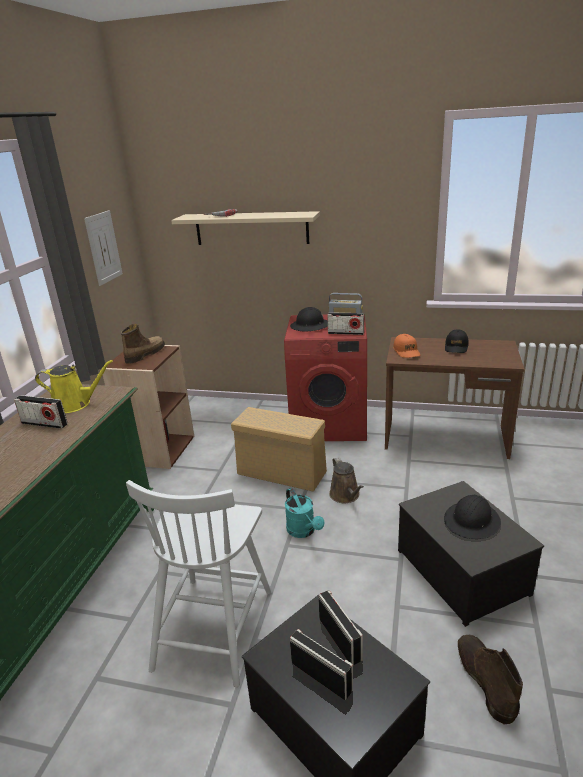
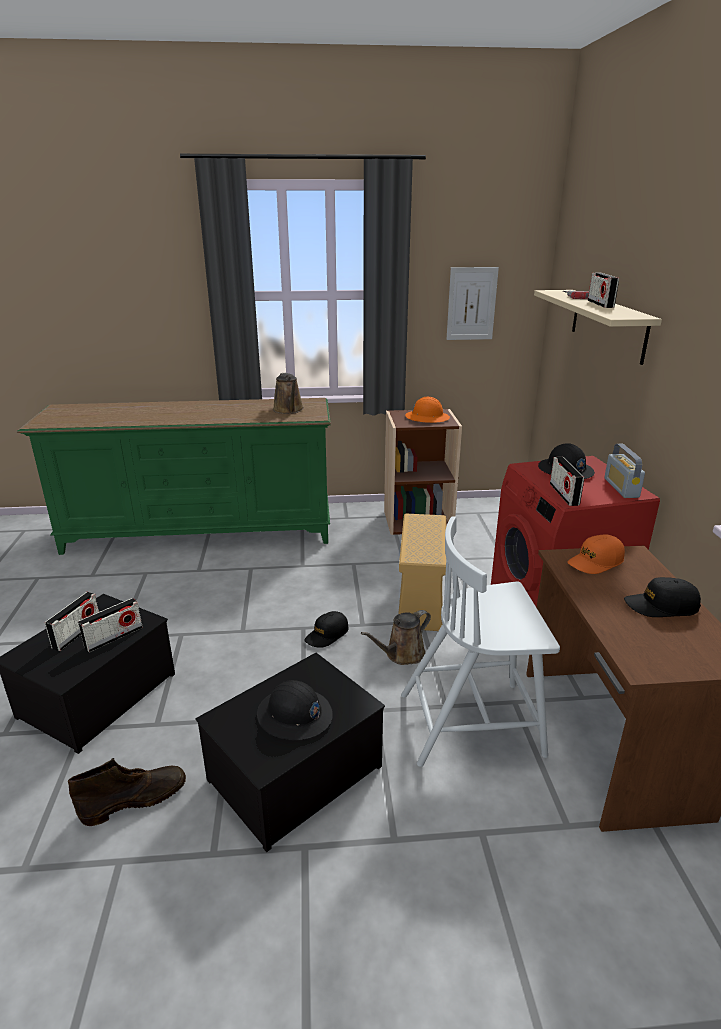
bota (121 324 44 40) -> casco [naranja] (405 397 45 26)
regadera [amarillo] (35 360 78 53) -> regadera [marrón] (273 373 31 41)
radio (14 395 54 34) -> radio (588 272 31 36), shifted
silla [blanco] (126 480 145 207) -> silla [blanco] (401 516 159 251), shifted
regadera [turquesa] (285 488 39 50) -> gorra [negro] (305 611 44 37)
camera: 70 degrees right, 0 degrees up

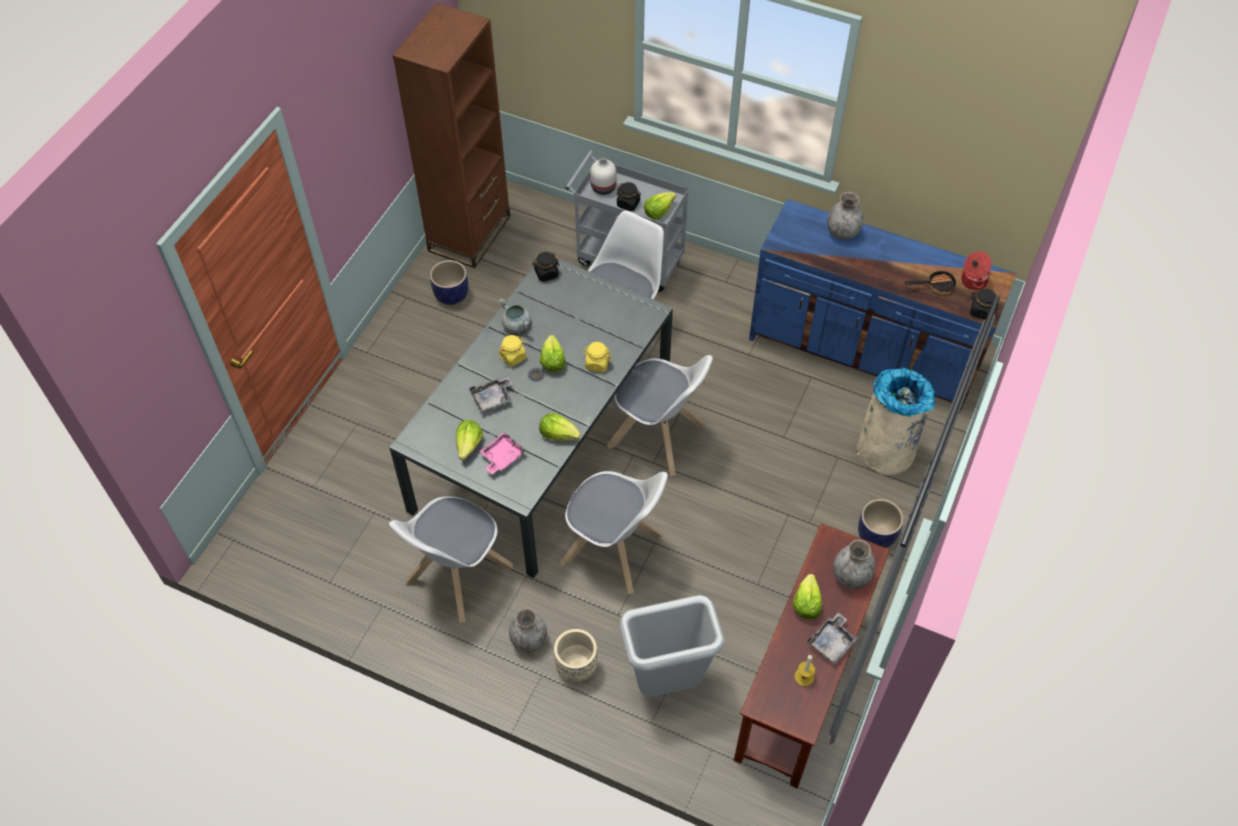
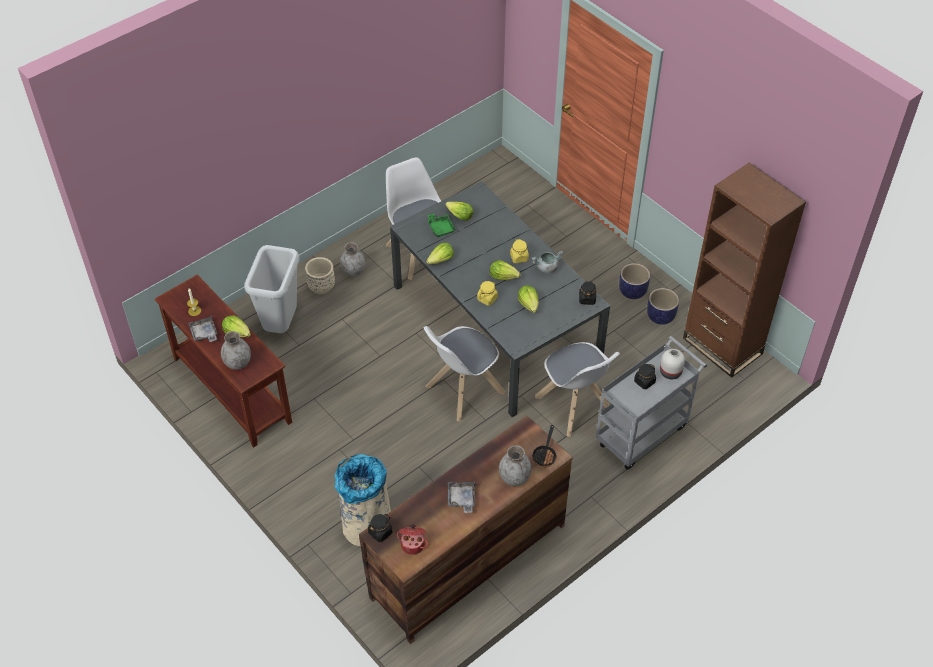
lechuga (644 192 32 28) -> lechuga (518 286 21 27), shifted
armario [azul] (749 199 268 215) -> armario [marrón] (359 415 214 229)
sartén (905 269 51 26) -> sartén (532 425 25 42), shifted
bandeja [gris] (470 377 42 35) -> bandeja [gris] (448 481 27 32), shifted
bandeja [rosa] (479 432 46 42) -> bandeja [verde] (427 214 29 23)
silla (560 471 108 123) -> none
maceta (858 499 46 49) -> maceta (619 263 31 36), shifted
camera: 115 degrees right, 5 degrees down

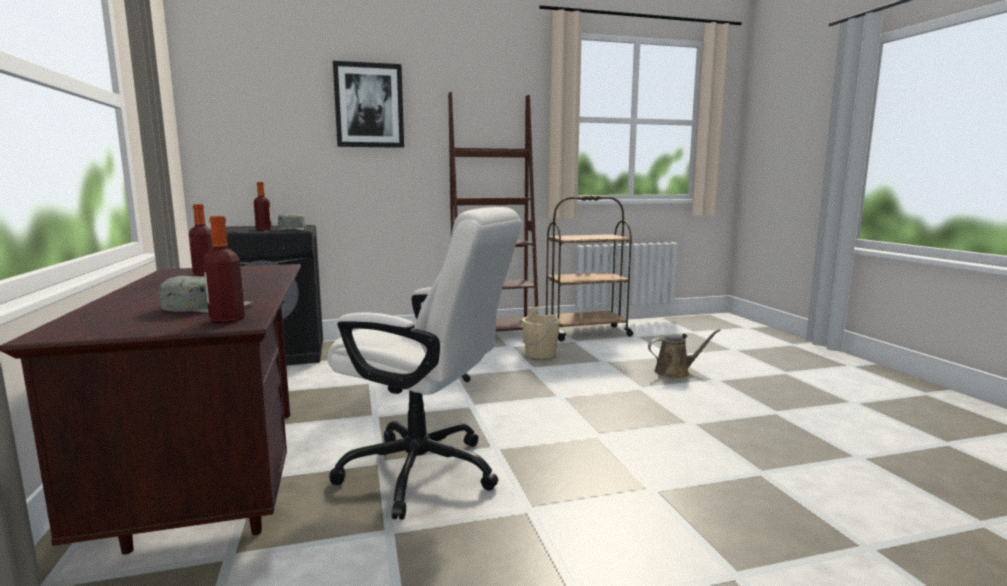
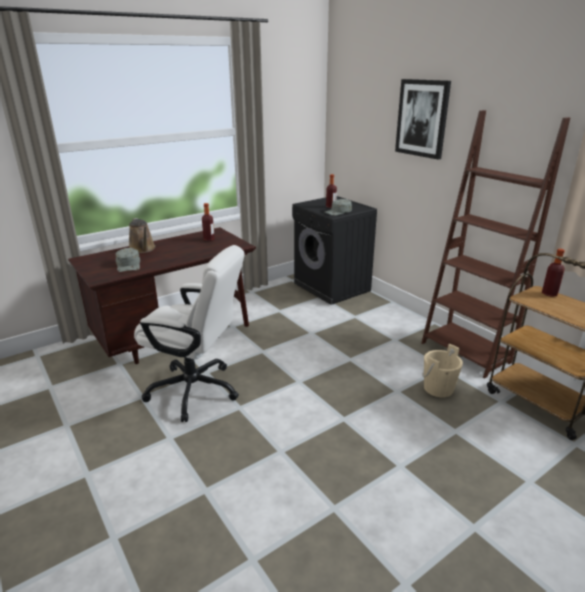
silla de oficina [blanco] (327 207 194 313) -> silla de oficina [blanco] (134 245 111 177), 75 degrees counterclockwise
botella (203 216 42 107) -> botella (542 249 23 48), shifted
regadera [marrón] (648 329 73 49) -> regadera [marrón] (129 218 27 35), shifted
camera: 70 degrees right, 15 degrees up

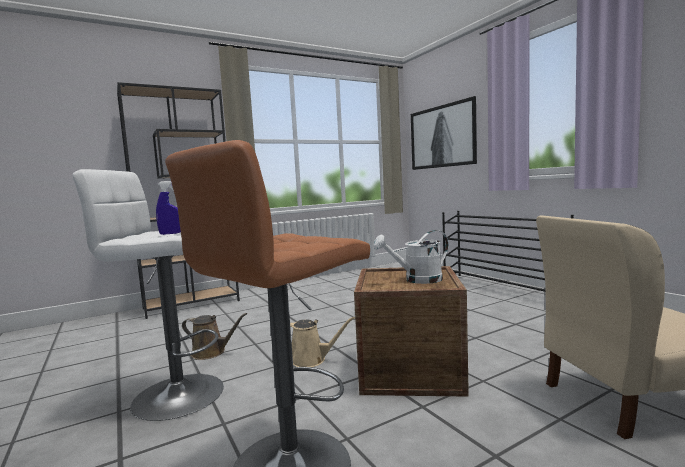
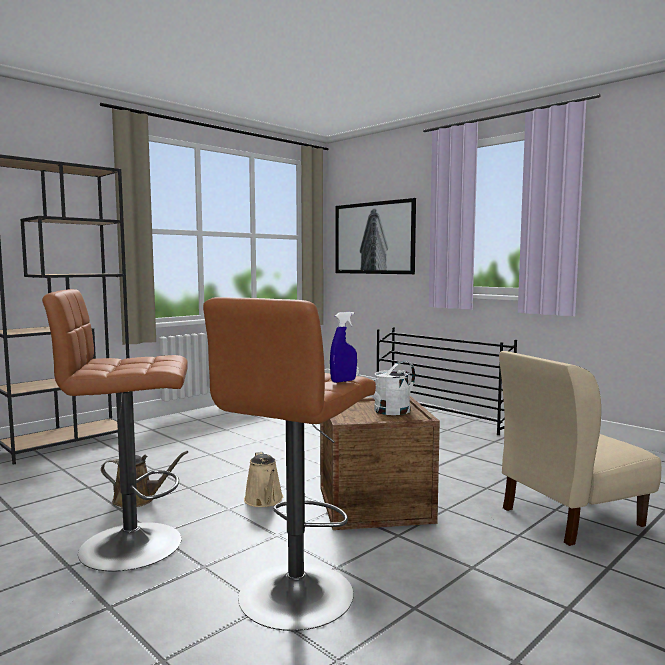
taburete [blanco] (72 169 152 252) -> taburete [marrón] (42 289 146 282)
pulverizador [azul] (156 181 25 54) -> pulverizador [azul] (330 312 27 71), shifted
regadera [beis] (290 317 65 50) -> regadera [beis] (244 452 39 55), 75 degrees clockwise
camera: 15 degrees left, 0 degrees up

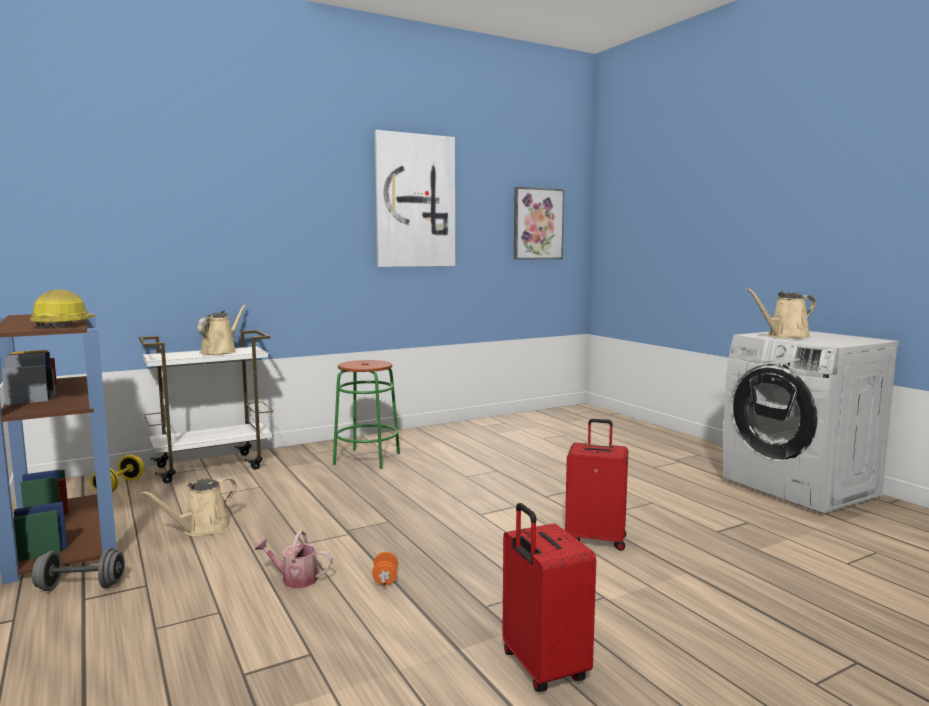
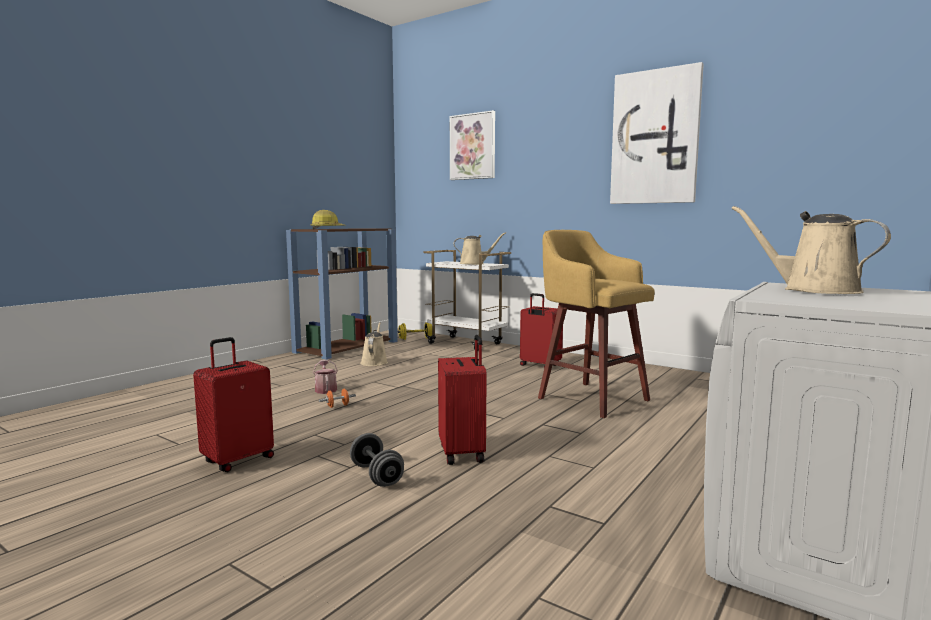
cuadro (514 187 50 73) -> cuadro (450 110 45 70), shifted
taburete [verde] (333 360 67 109) -> maleta [rojo] (520 293 43 75)
regadera [beis] (141 478 96 59) -> regadera [beis] (360 322 28 44), 75 degrees clockwise
mancuerna [gris] (32 548 93 43) -> mancuerna [gris] (350 433 54 54), shifted
none -> taburete [amarillo] (538 230 117 188)
camera: 65 degrees right, 0 degrees up

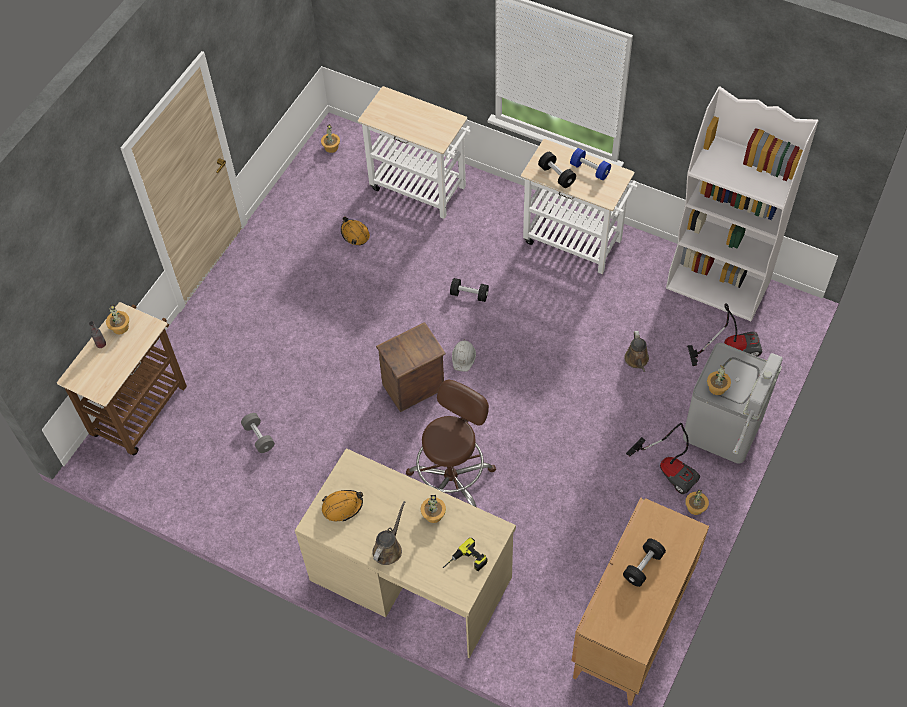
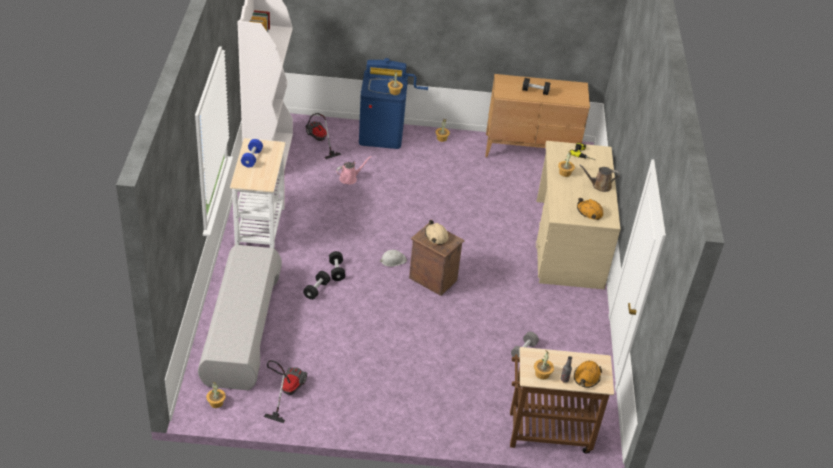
carrito [blanco] (358 86 113 133) -> banco [gris] (198 245 84 145)
mancuerna [negro] (538 152 38 36) -> mancuerna [negro] (303 271 27 29), shifted
casco [naranja] (341 217 29 28) -> casco [naranja] (574 361 28 27), shifted
regadera [marrón] (624 331 25 41) -> regadera [rosa] (336 156 36 28)
lavadora [gris] (683 343 100 121) -> lavadora [azul] (359 58 69 91)
taburete [marrón] (406 380 90 127) -> none
aspiradora (626 423 74 72) -> aspiradora (264 360 44 63), shifted
none -> casco [beis] (425 220 23 25)
camera: 120 degrees left, 15 degrees down

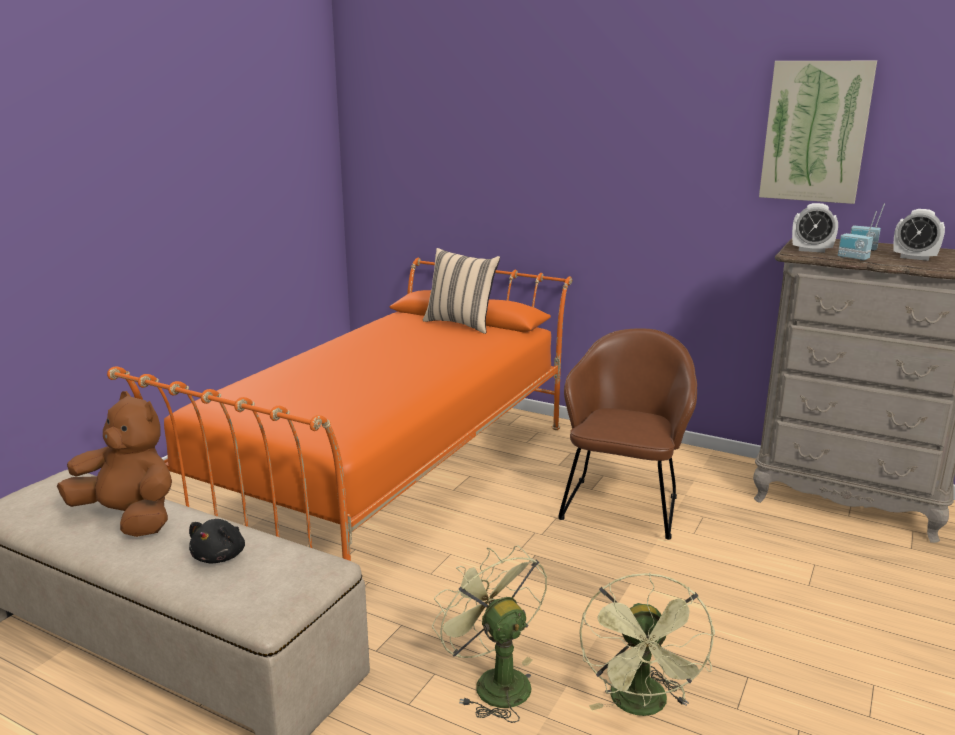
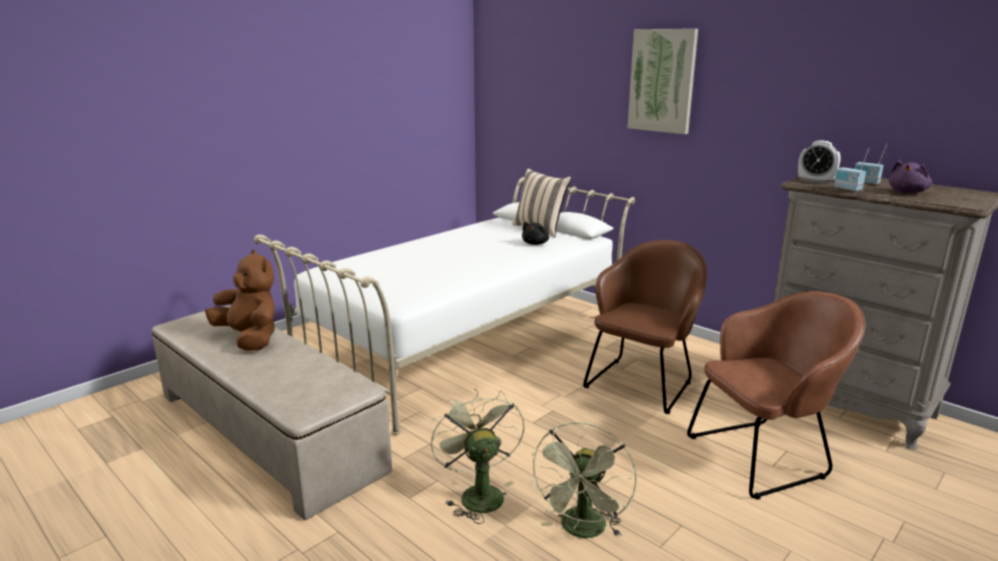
cuadro (759 61 118 143) -> cuadro (627 29 71 105), shifted
despertador (893 209 52 52) -> peluche [morado] (889 160 43 33)
cama [naranja] (107 258 466 303) -> cama [blanco] (254 177 381 258)
peluche [negro] (189 519 56 44) -> peluche [negro] (522 222 27 23), shifted
none -> sillón [marrón] (687 291 178 209)
camera: 15 degrees right, 0 degrees up

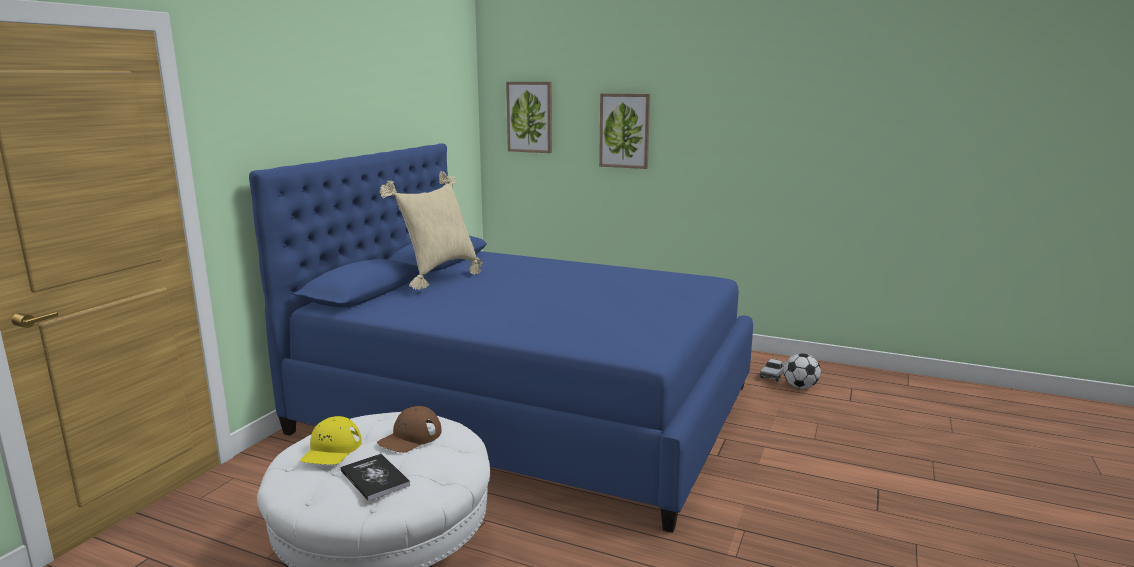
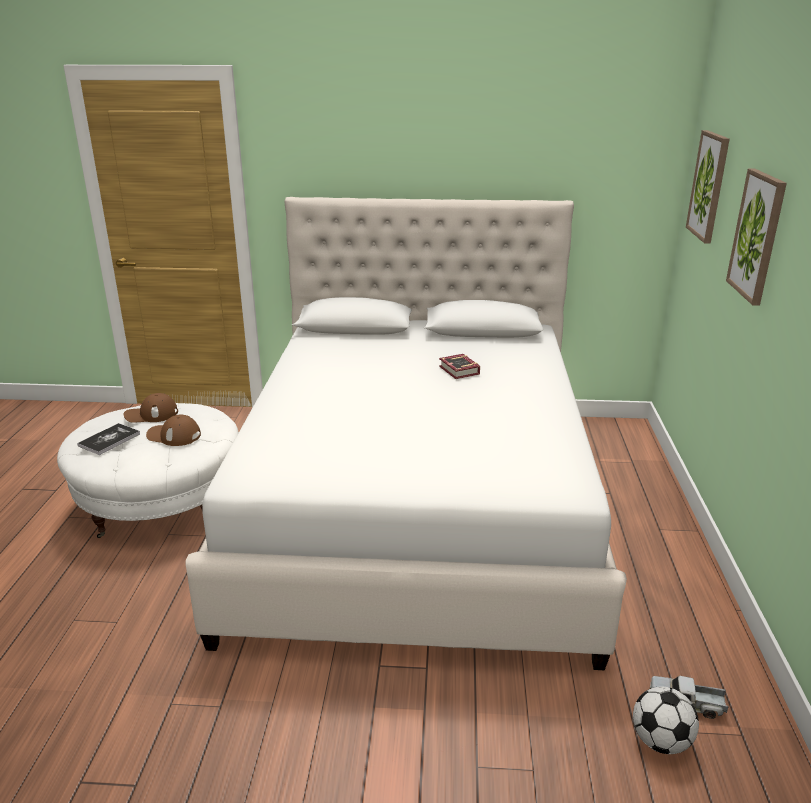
cama [azul] (249 143 504 390) -> cama [blanco] (186 197 441 473)
cojín [beis] (380 171 103 119) -> none
gorra [amarillo] (300 416 62 49) -> gorra [marrón] (124 393 54 30)
none -> libro (439 354 41 25)
camera: 70 degrees right, 10 degrees up

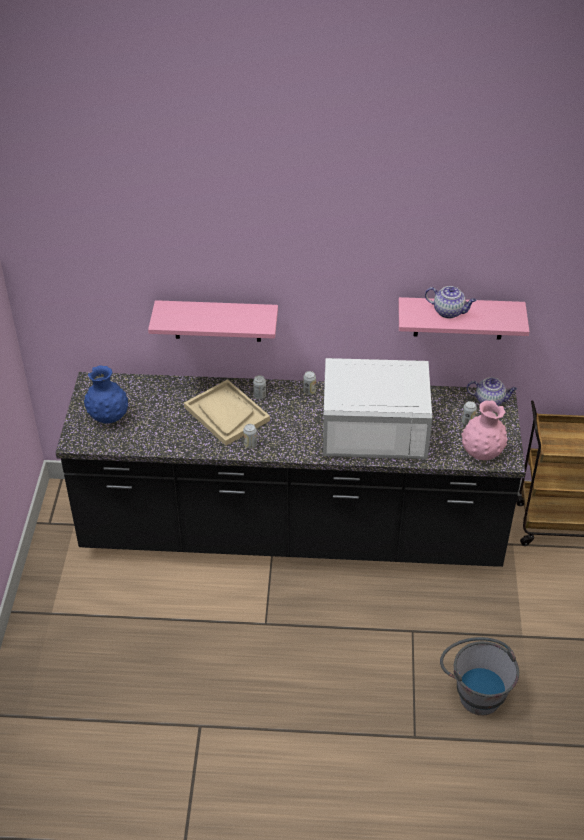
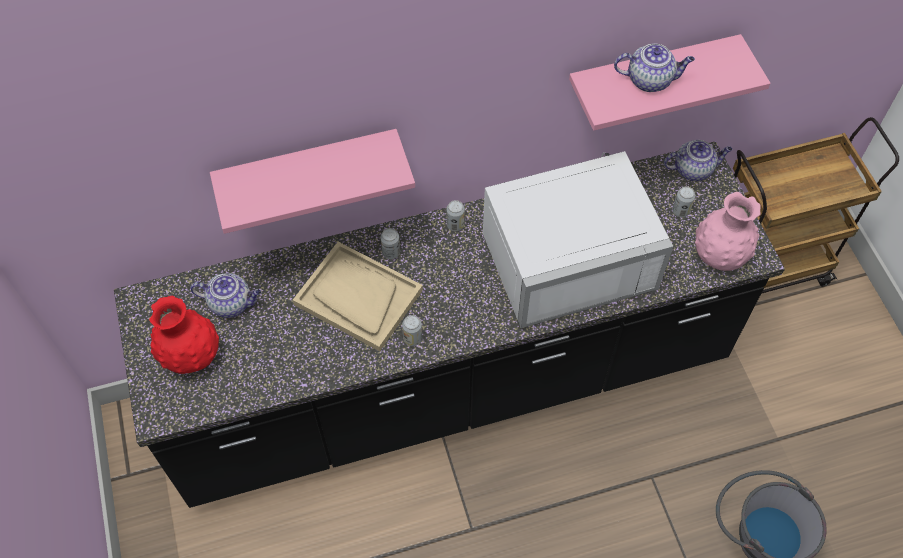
florero [azul] (84 365 44 58) -> florero [rojo] (149 296 70 78)
none -> tetera (190 273 71 45)
camera: 20 degrees left, 15 degrees up

